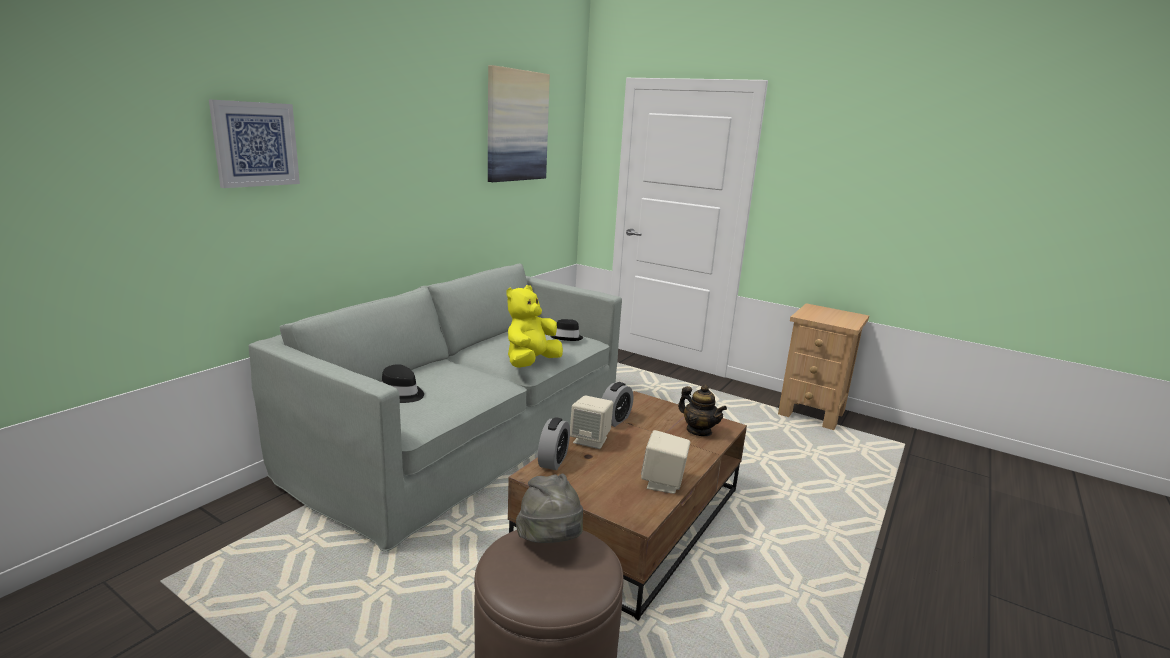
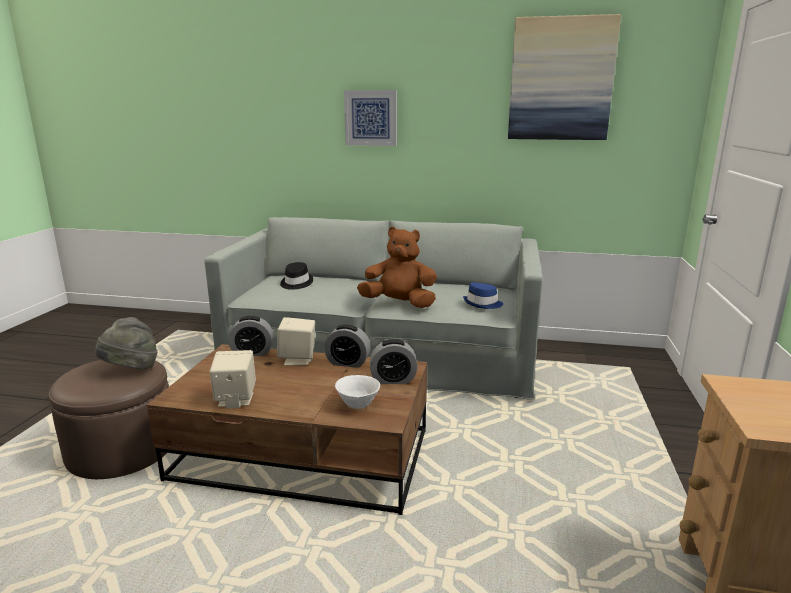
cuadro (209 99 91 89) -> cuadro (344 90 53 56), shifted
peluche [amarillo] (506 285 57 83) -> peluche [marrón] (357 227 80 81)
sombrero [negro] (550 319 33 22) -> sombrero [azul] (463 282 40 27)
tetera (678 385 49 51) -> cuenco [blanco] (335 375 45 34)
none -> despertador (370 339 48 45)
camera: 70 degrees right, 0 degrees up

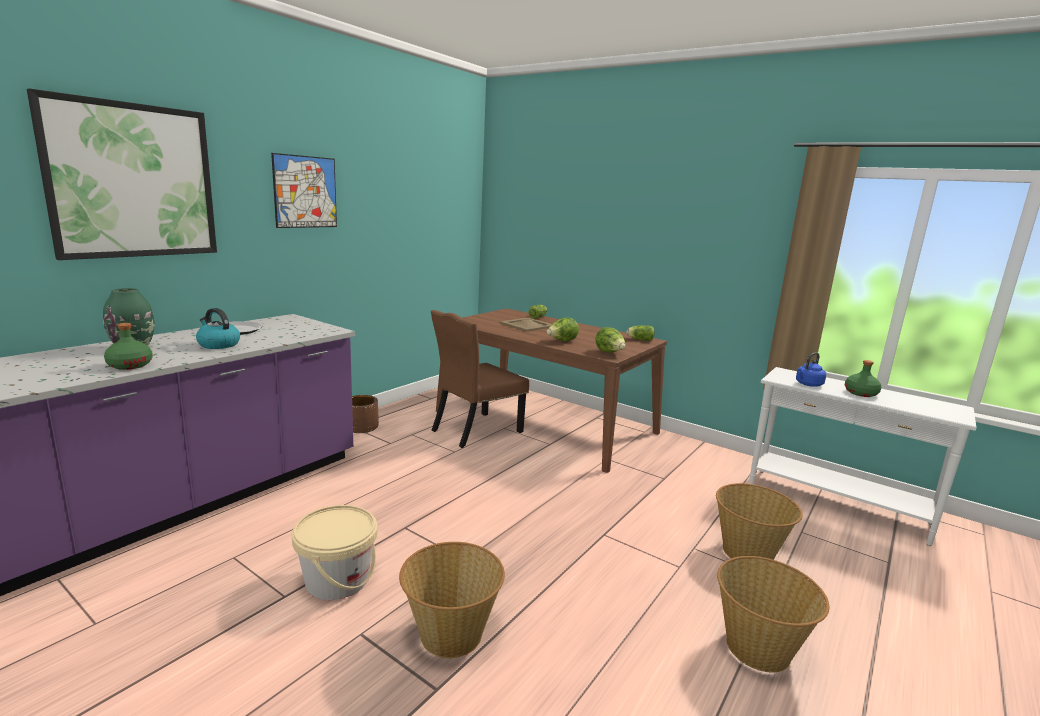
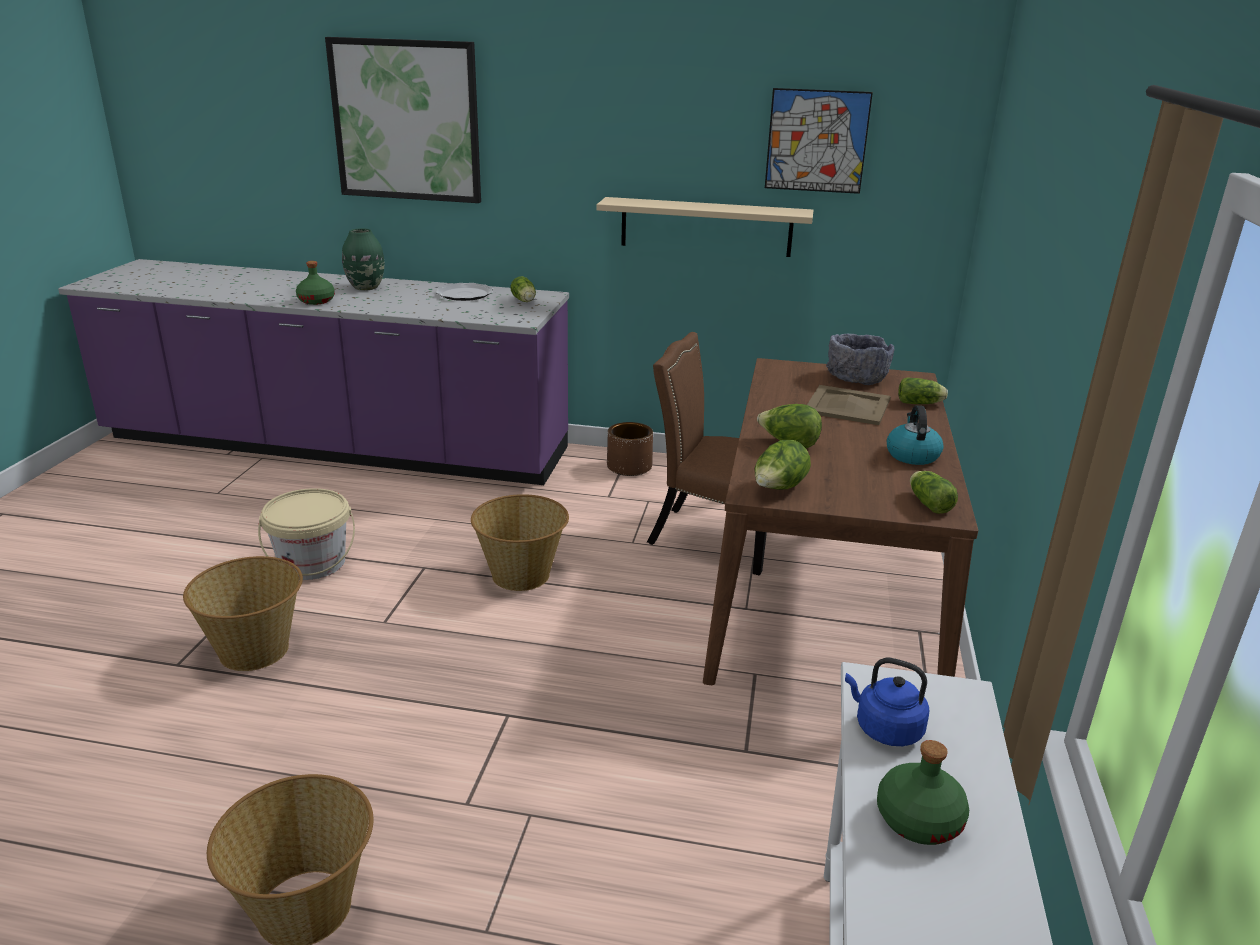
cuadro (271 153 66 75) -> cuadro (765 88 108 106), shifted
hervidor (196 308 44 41) -> hervidor (887 405 57 60), shifted
cesta (716 483 87 77) -> cesta (471 494 98 97), shifted
none -> estante [beis] (597 197 217 60)
none -> lechuga (511 276 25 26)
none -> cuenco [gris] (826 334 69 51)
camera: 65 degrees right, 10 degrees up

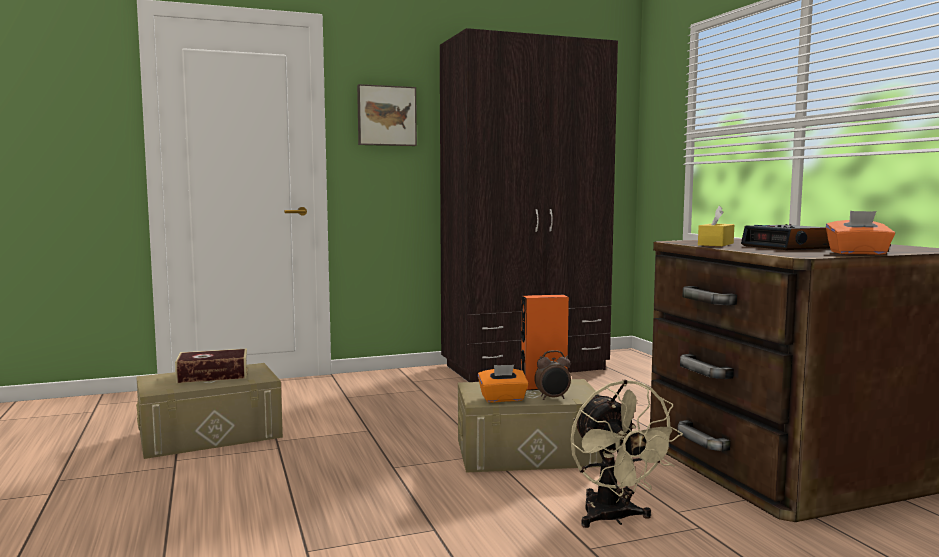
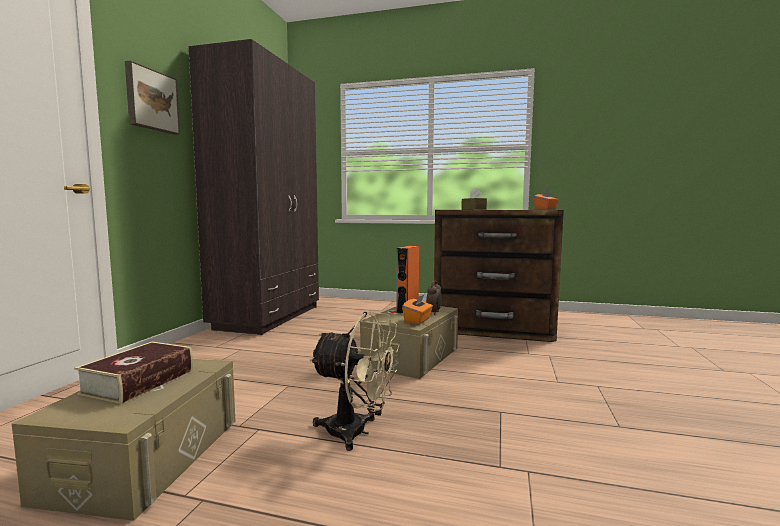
caja de pañuelos [amarillo] (698 206 36 40) -> caja de pañuelos [marrón] (461 188 26 22)
despertador (741 224 89 26) -> none
ventilador [beis] (570 379 113 149) -> ventilador [beis] (309 312 90 139), shifted
camera: 55 degrees left, 0 degrees up

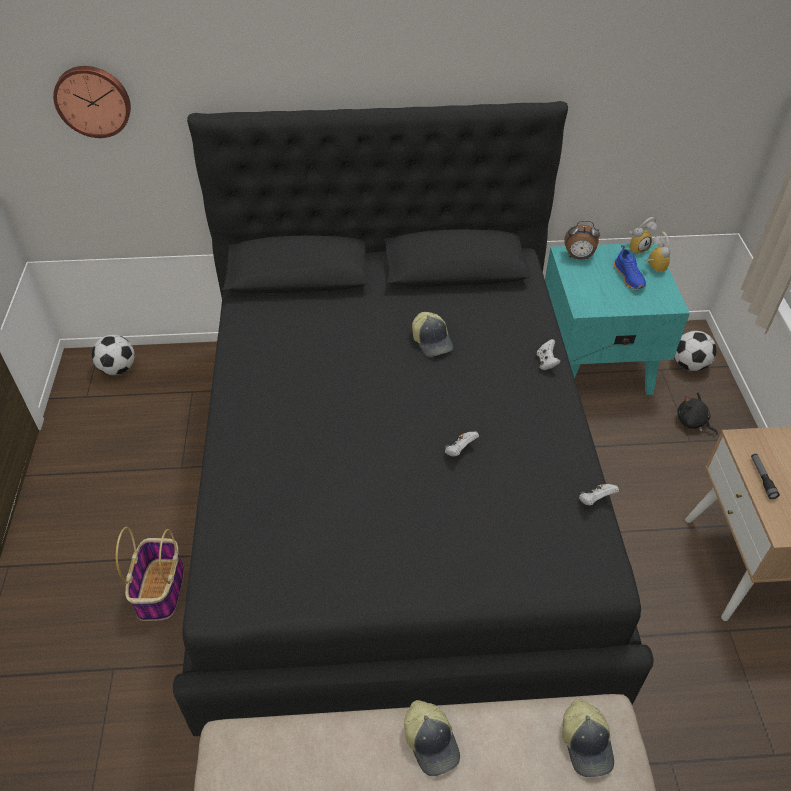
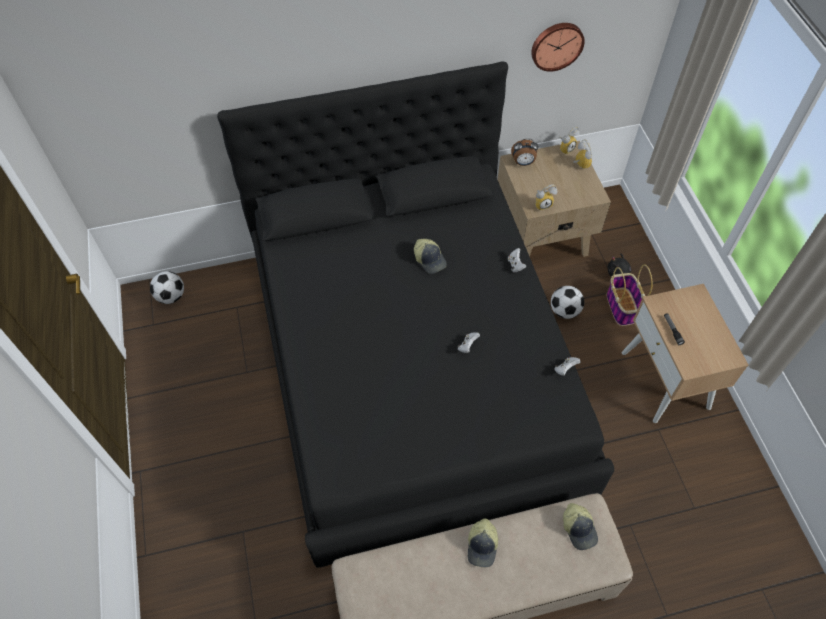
reloj de pared (53 66 78 72) -> reloj de pared (531 23 54 49), shifted
mesita de noche [turquesa] (545 243 145 152) -> mesita de noche [beis] (497 141 114 116)
zapato [azul] (614 245 32 44) -> none
balón de fútbol (675 331 42 40) -> balón de fútbol (551 286 33 33), shifted
cesta (116 527 68 94) -> cesta (607 264 46 62), shifted
gorra (404 700 56 76) -> gorra (468 518 30 49), 45 degrees clockwise
none -> despertador (535 184 22 27)
camera: 10 degrees left, 10 degrees up

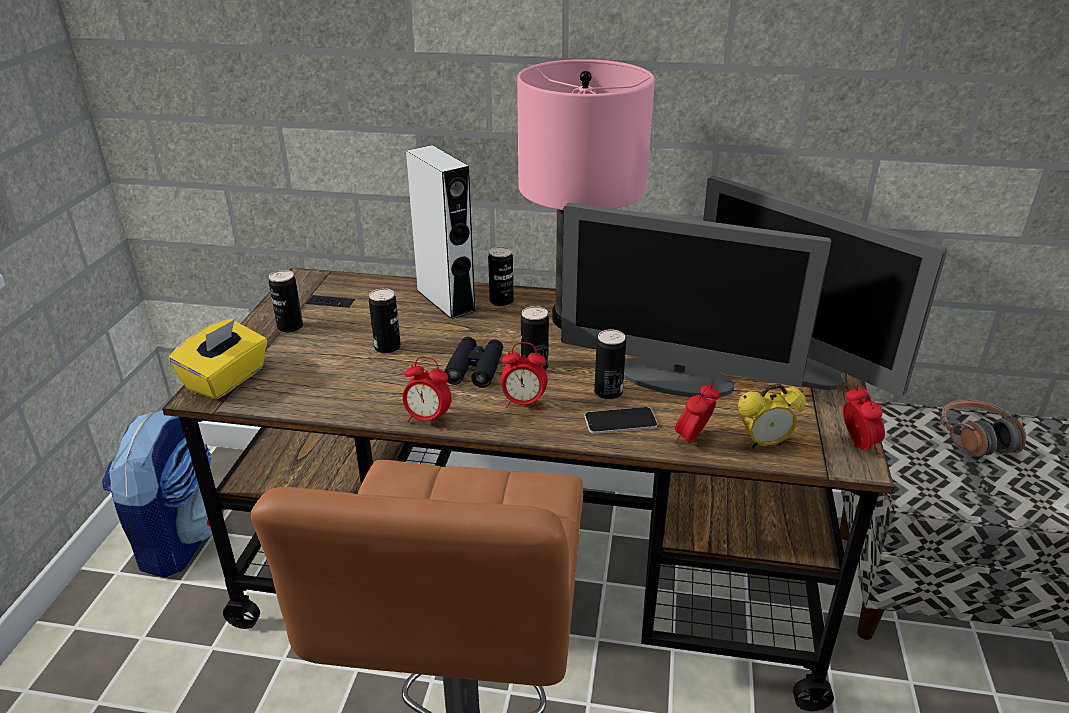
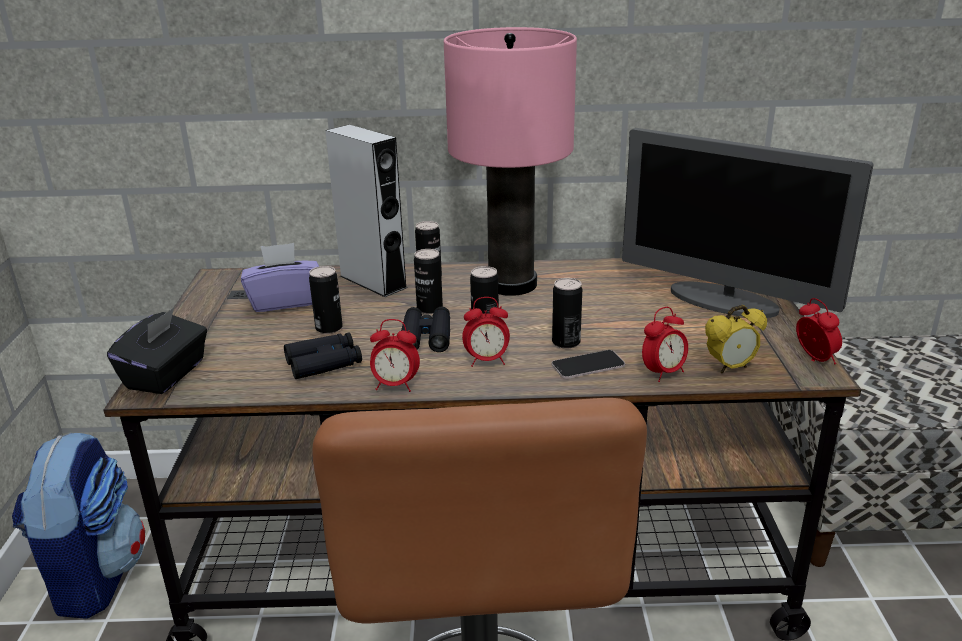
monitor (561 203 270 195) -> none
lata (269 270 34 63) -> lata (414 249 29 65), shifted
caja de pañuelos [amarillo] (169 319 99 80) -> caja de pañuelos [negro] (107 308 100 86)
despertador (675 382 44 62) -> despertador (642 307 46 75), 150 degrees counterclockwise
auriculares (940 400 86 57) -> none
none -> caja de pañuelos [morado] (241 243 78 69)
none -> prismáticos [negro] (284 332 78 47)
camera: 10 degrees left, 5 degrees down

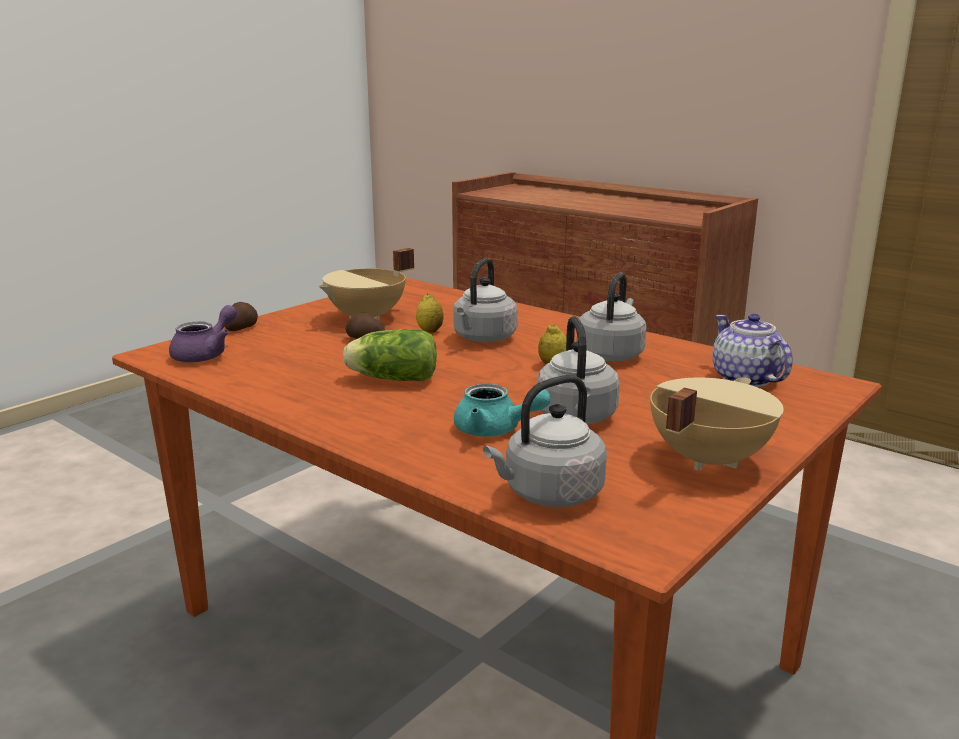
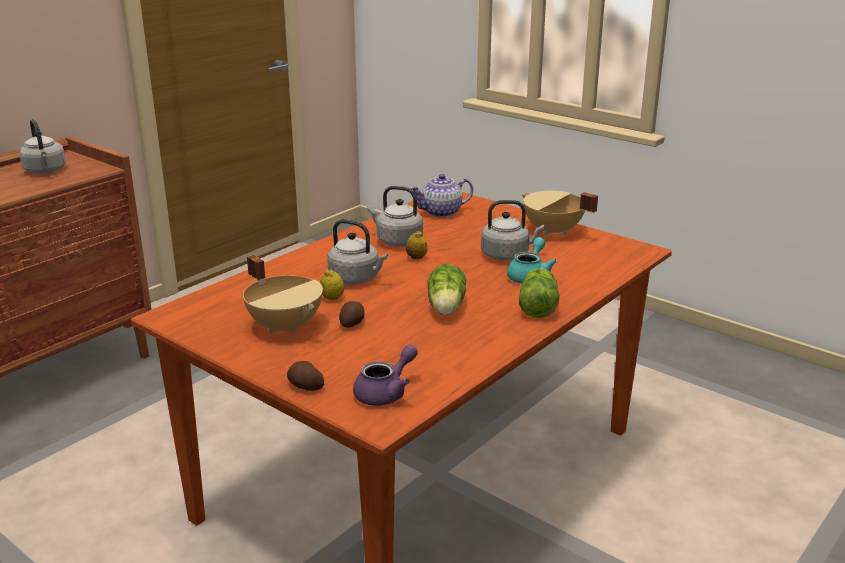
tetera [morado] (169 305 68 57) -> tetera [morado] (353 344 65 62), 105 degrees clockwise
hervidor [gris] (483 375 124 132) -> hervidor [gris] (19 119 47 55), shifted
none -> lechuga (519 268 40 50)
camera: 90 degrees left, 5 degrees up

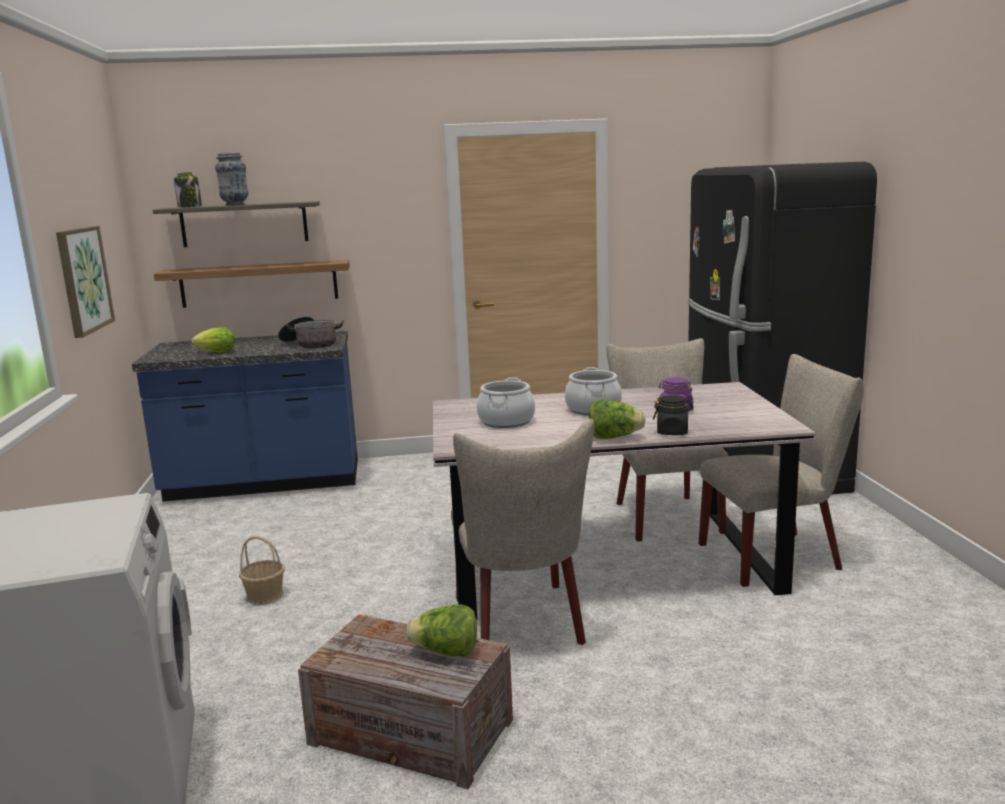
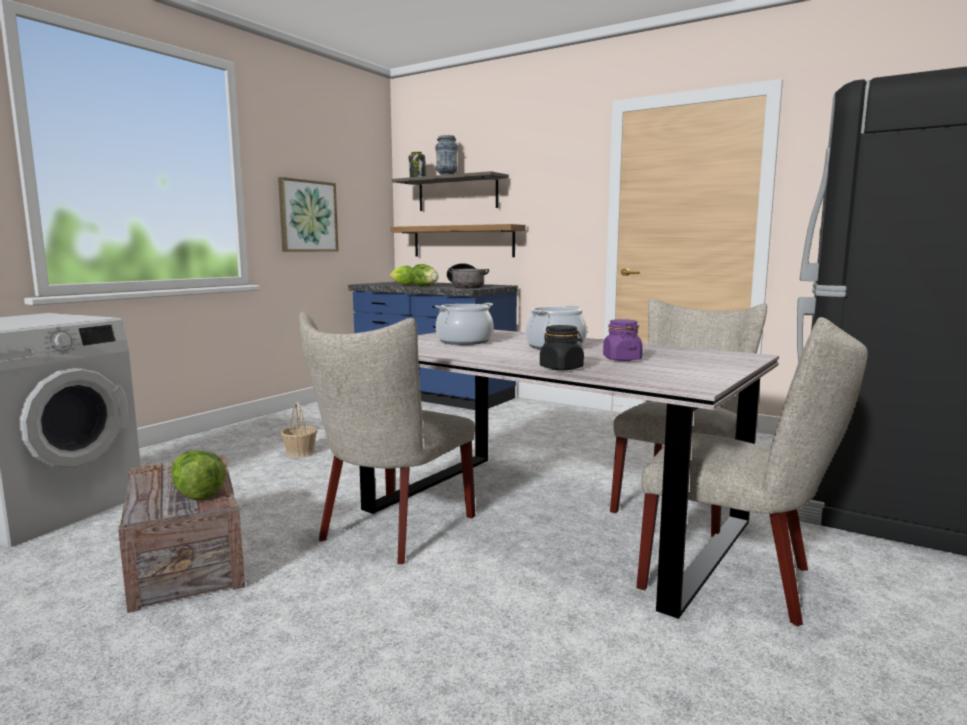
lechuga (589 400 57 39) -> lechuga (411 264 28 23), shifted
camera: 40 degrees right, 5 degrees down

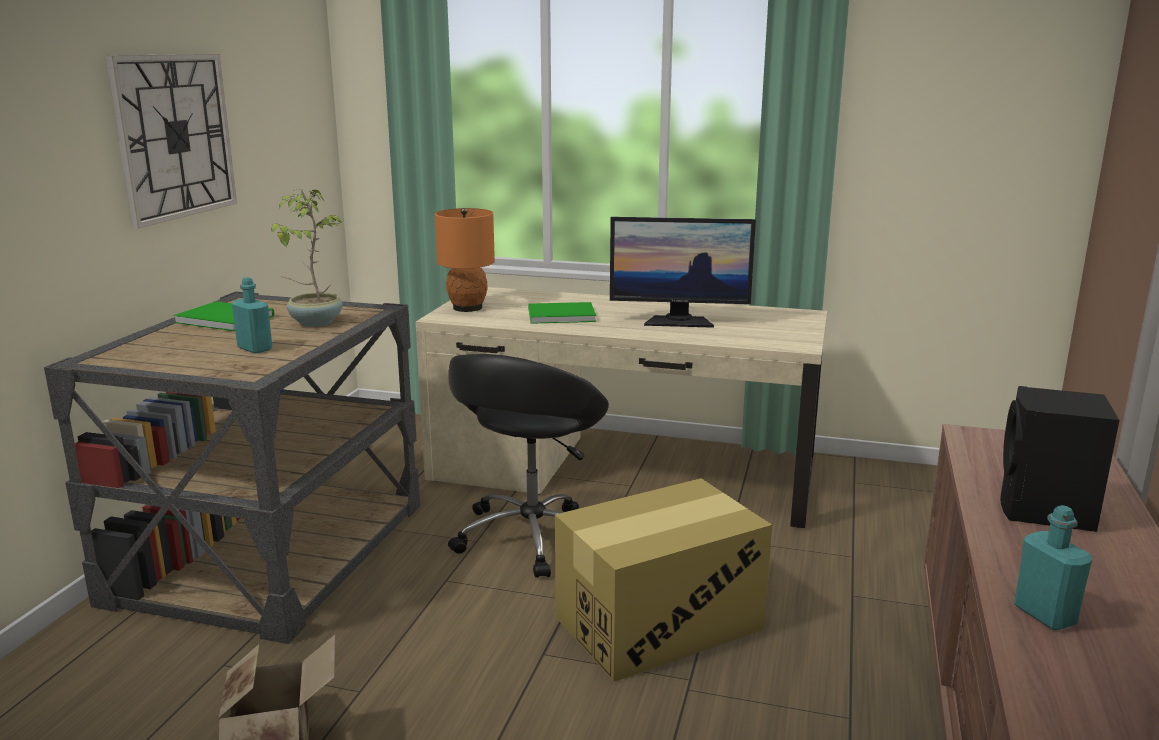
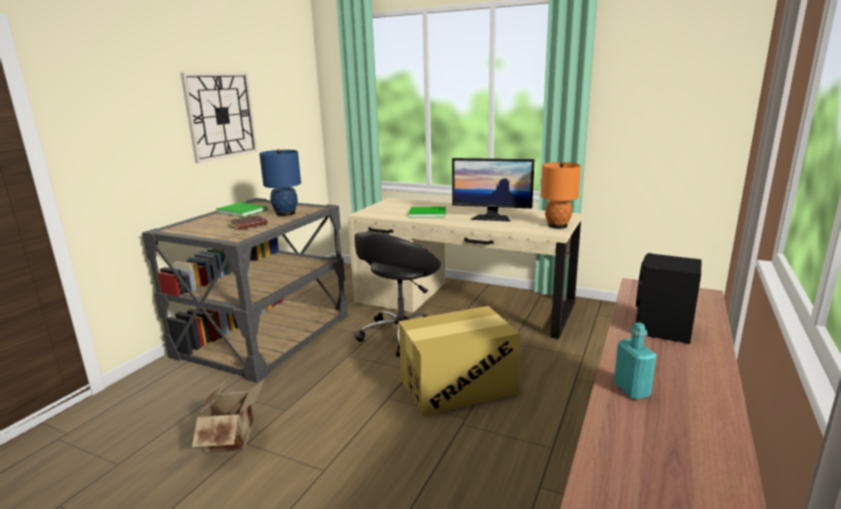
planta en maceta (271 189 72 138) -> lámpara de mesa [azul] (259 149 42 67)
lámpara de mesa [naranja] (435 208 60 104) -> lámpara de mesa [naranja] (541 162 40 67), shifted
botella [turquesa] (232 277 40 77) -> libro [marrón] (228 215 40 15)
camera: 10 degrees right, 0 degrees up

